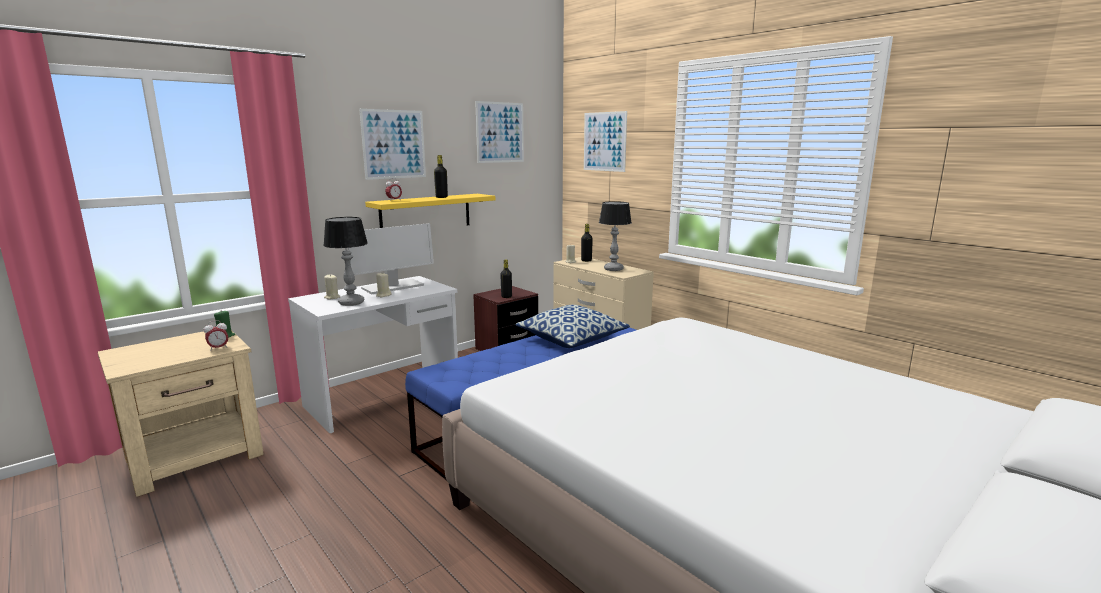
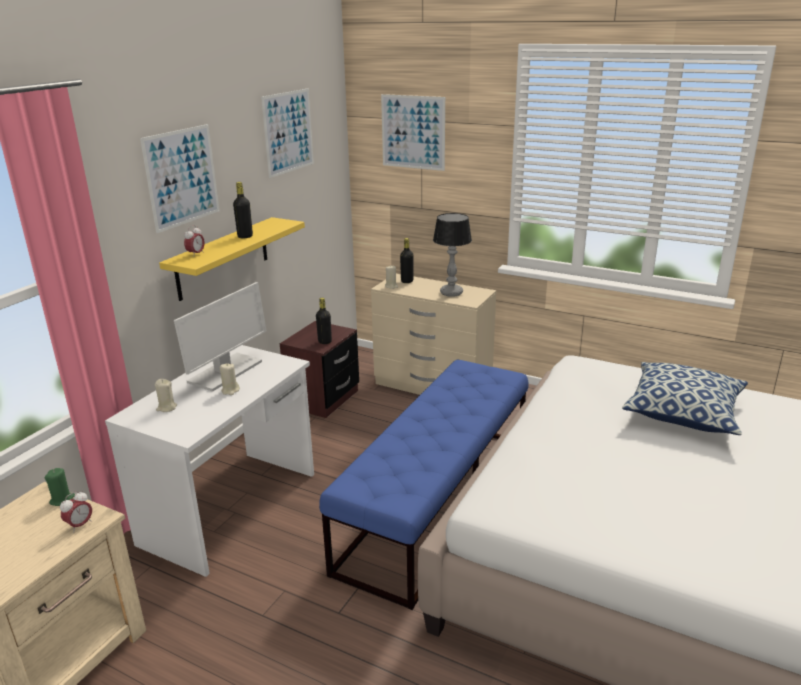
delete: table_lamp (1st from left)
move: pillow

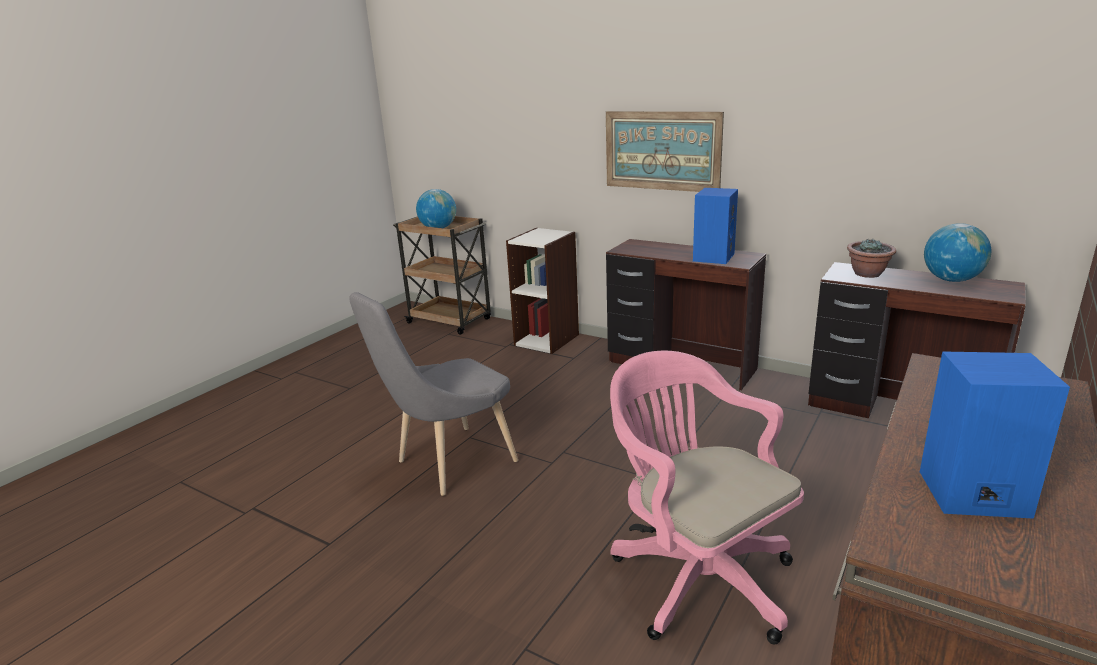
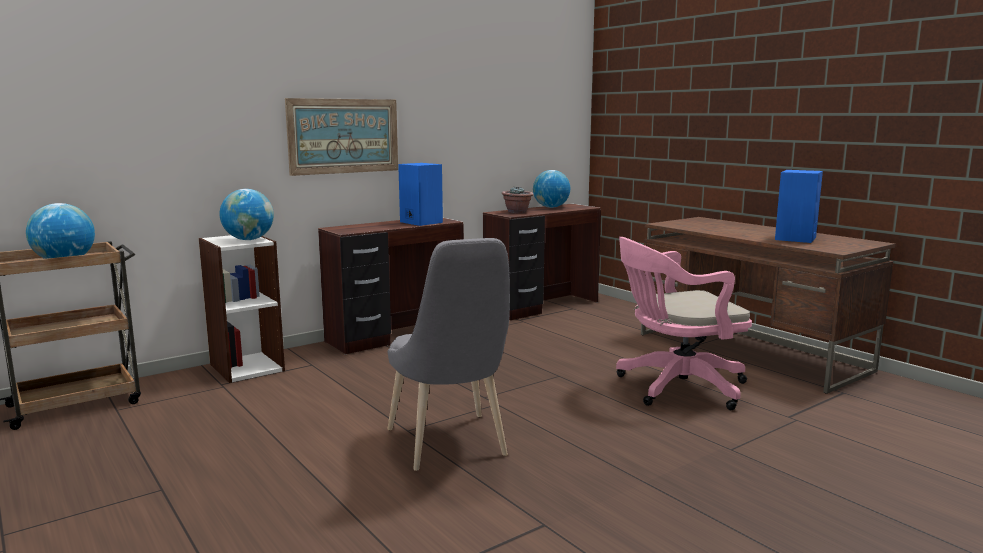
insert: globe (2nd from left)

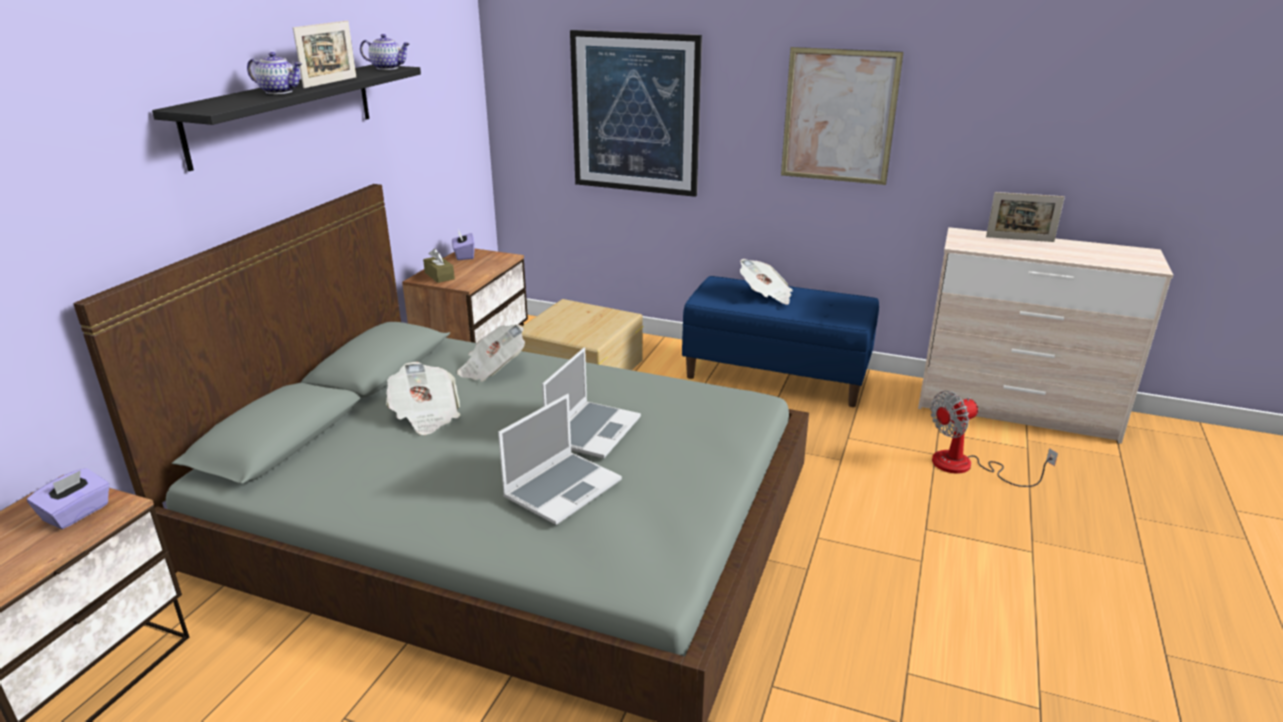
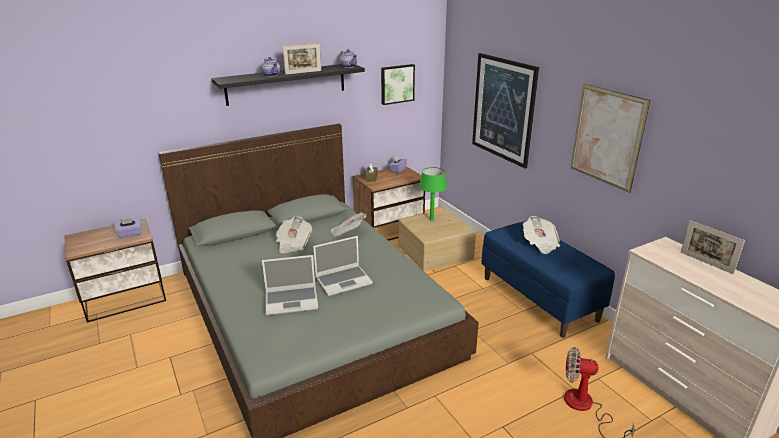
insert: picture (1st from left); green_table_lamp

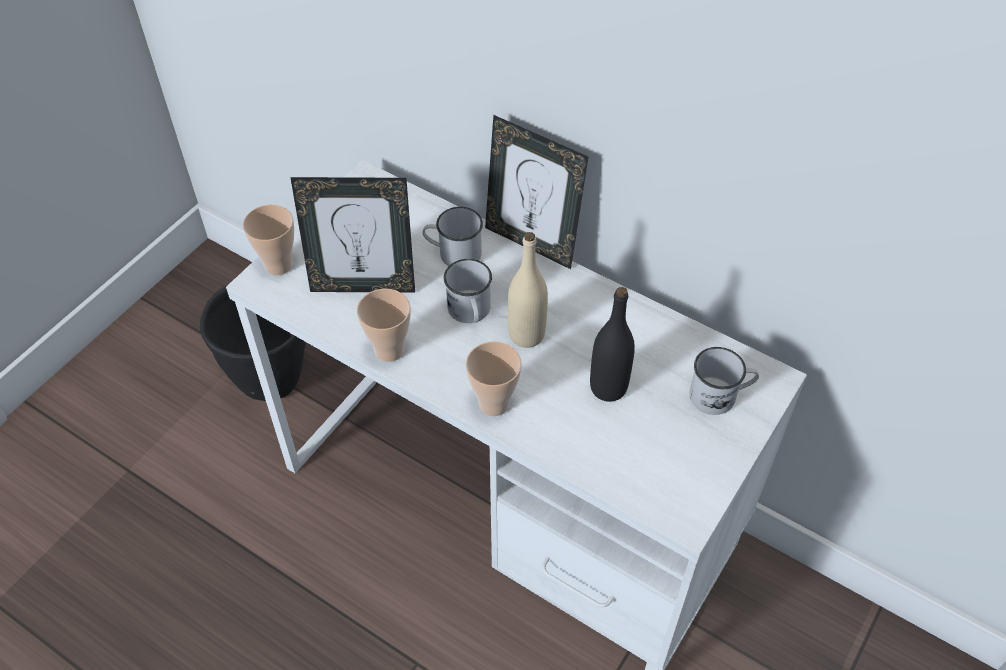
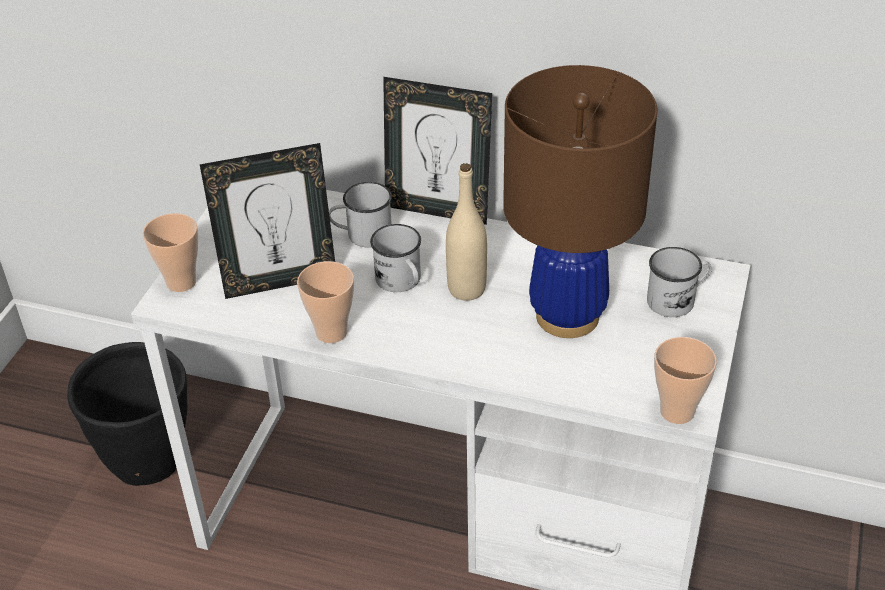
move: cup (3rd from left)
replace: black_bottle to brown_table_lamp

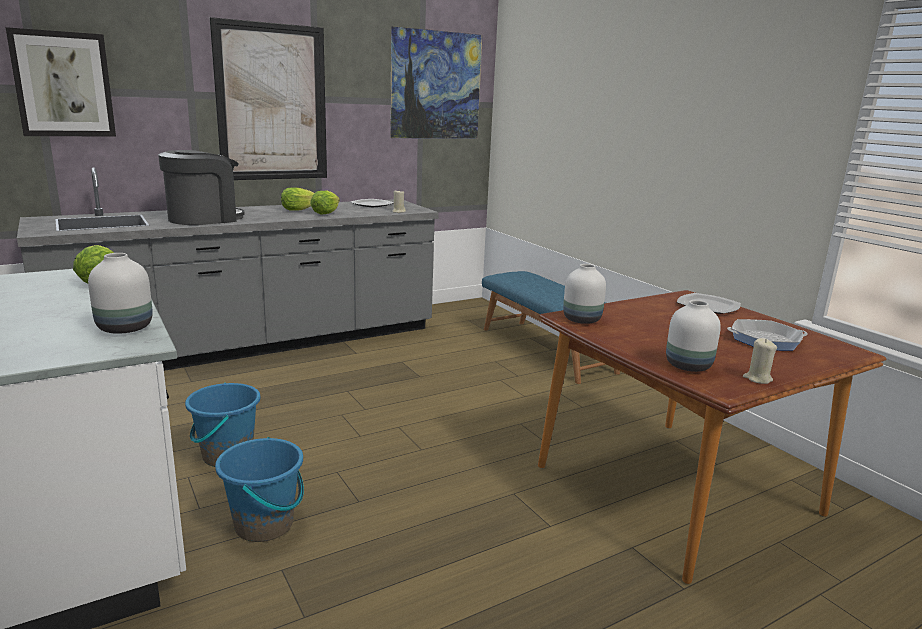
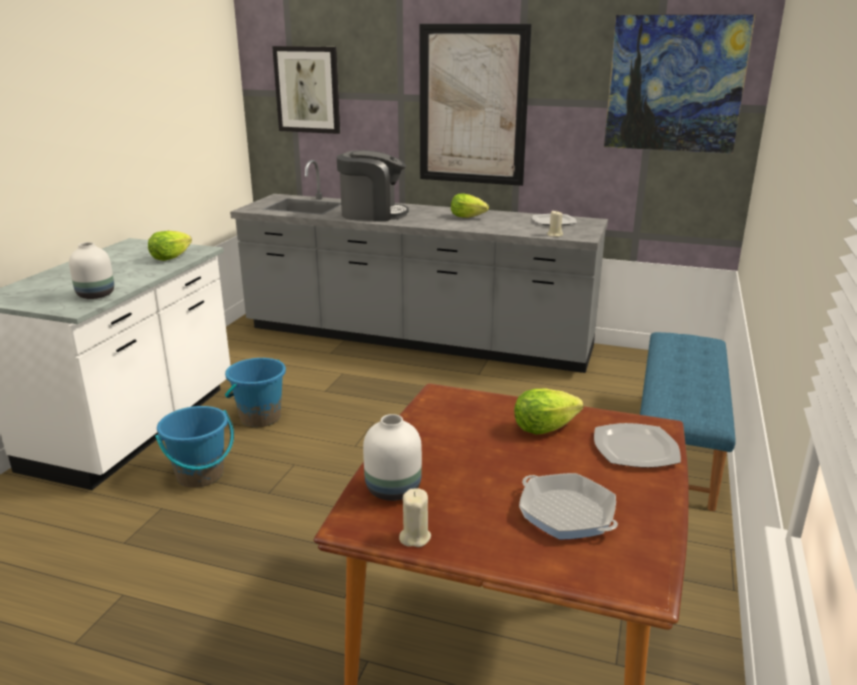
delete: white_vase (2nd from left)
move: lettuce (3rd from left)

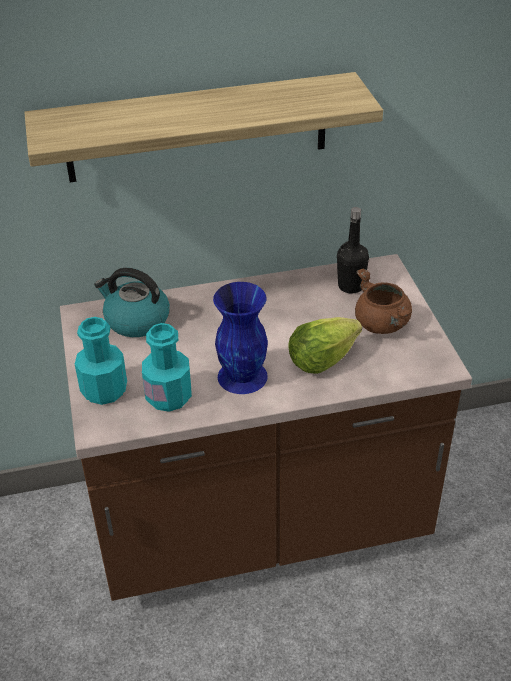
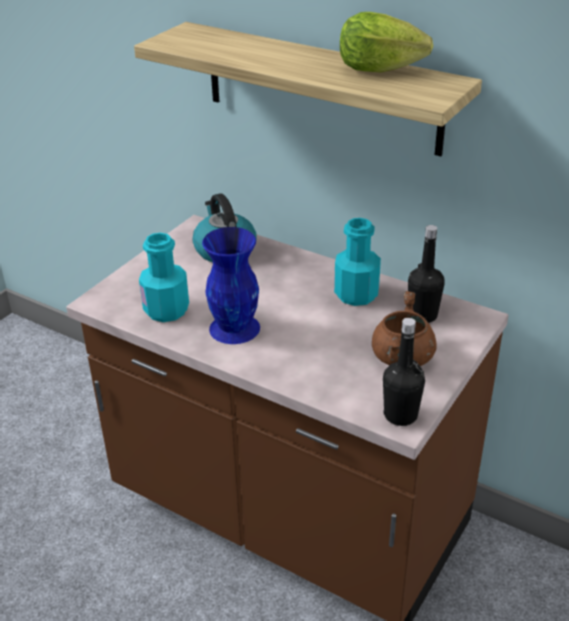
insert: black_bottle (1st from left)
move: turquoise_bottle (1st from left in the first image) to turquoise_bottle (2nd from left); lettuce

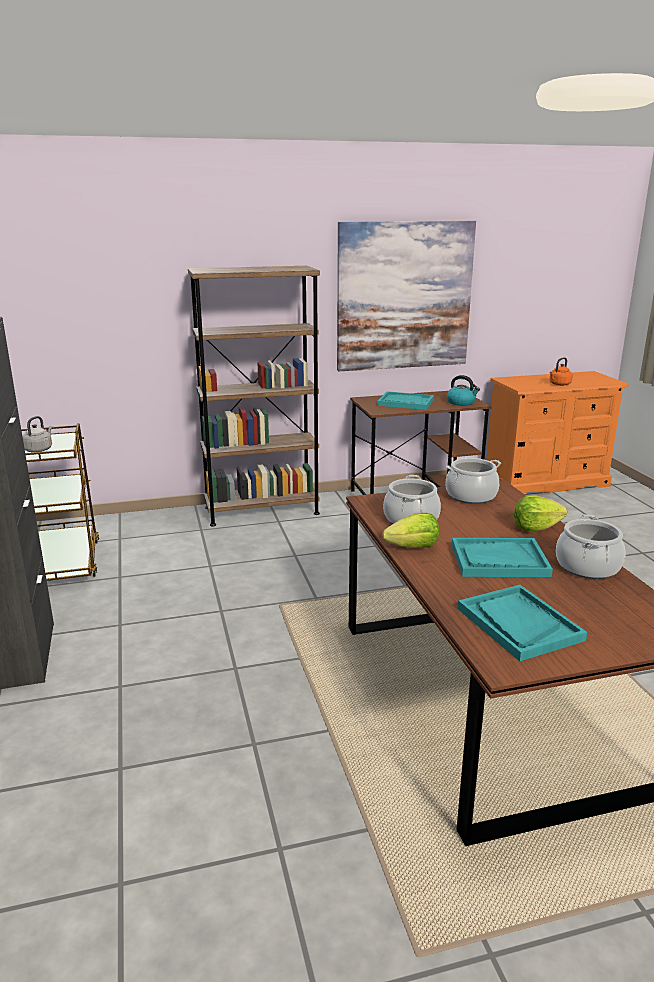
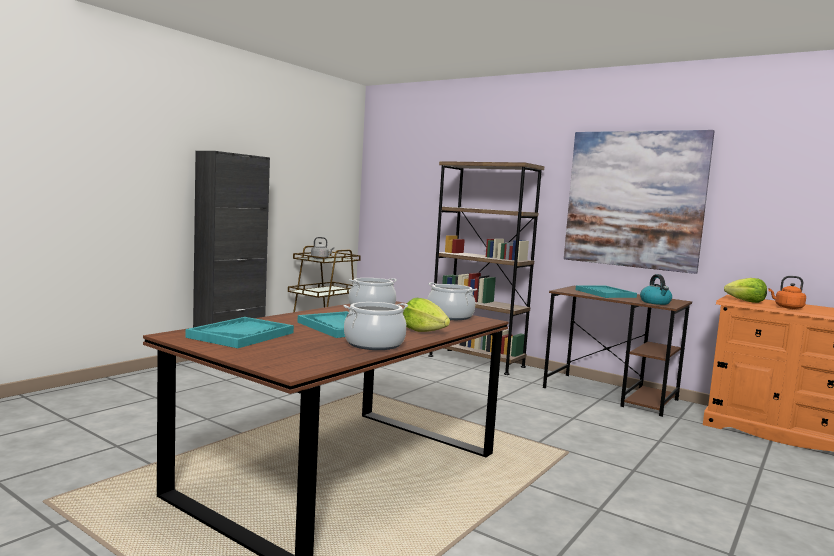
move: lettuce (1st from left in the first image) to lettuce (2nd from left)

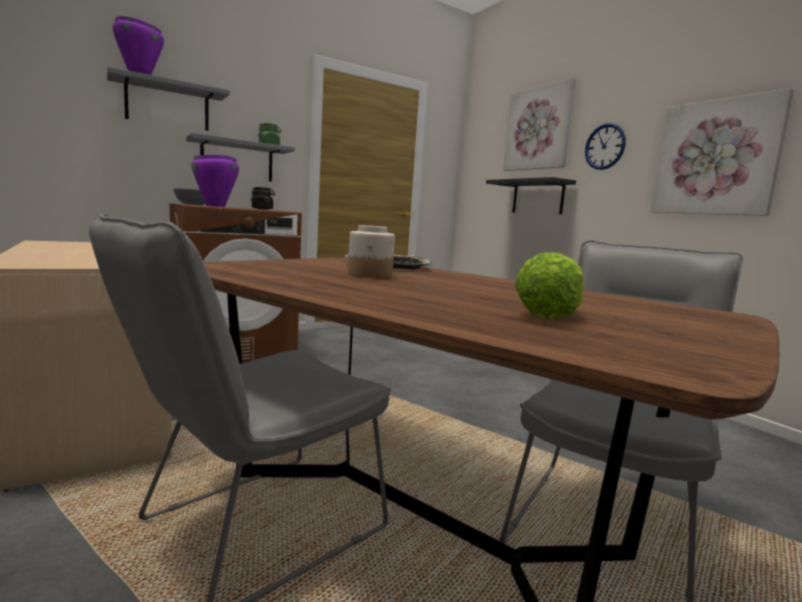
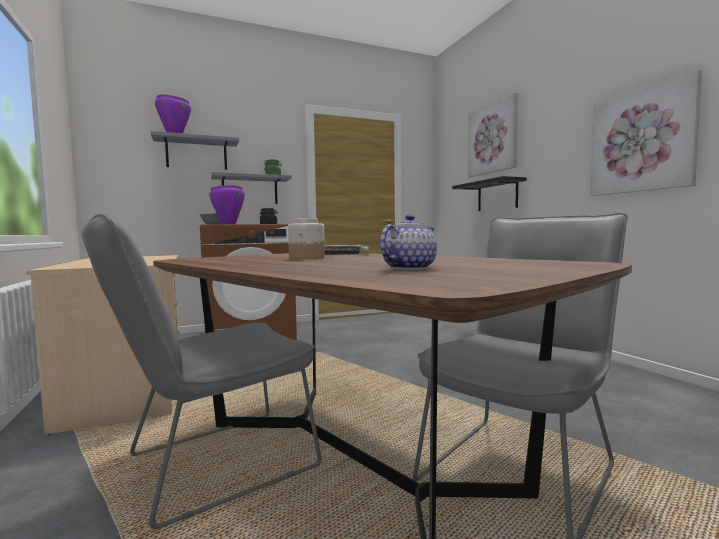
delete: wall_clock
replace: lettuce to teapot

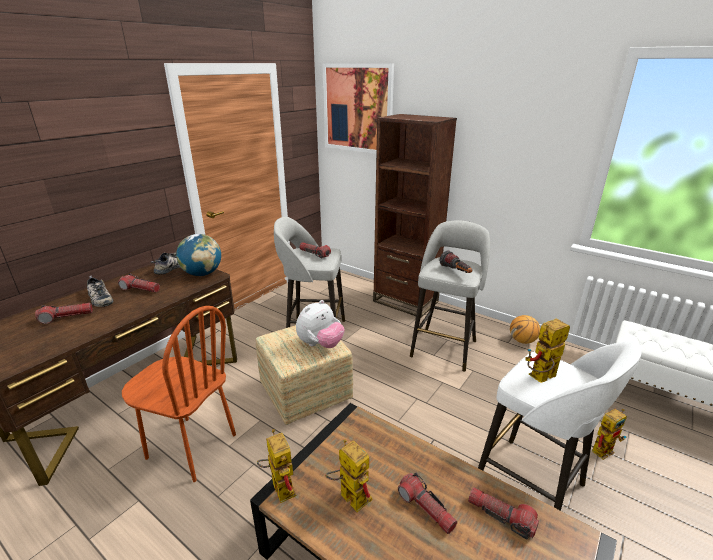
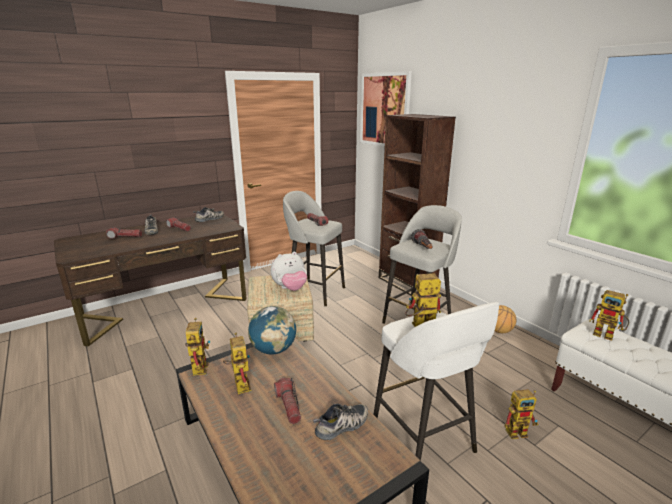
delete: brown_chair
insert: toy_robot (5th from left)
move: globe
replace: flashlight (6th from left) to shoe (3rd from left)

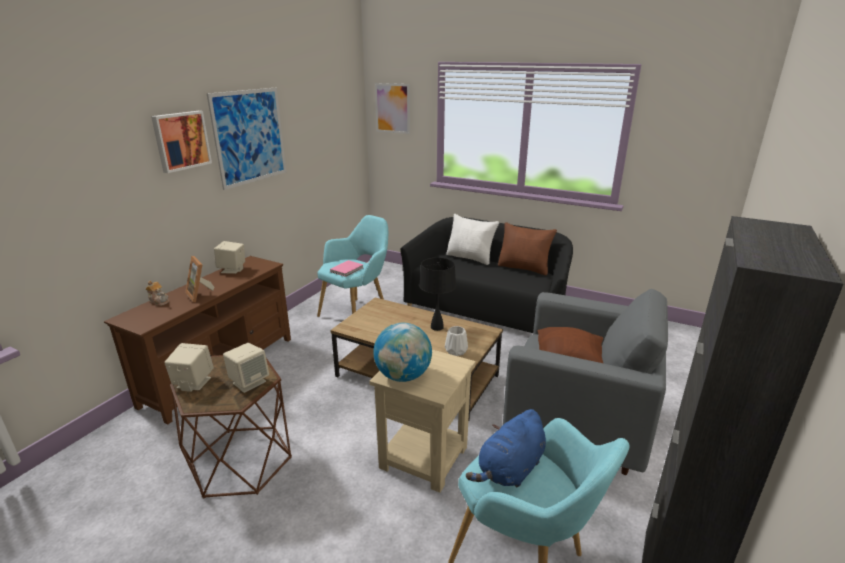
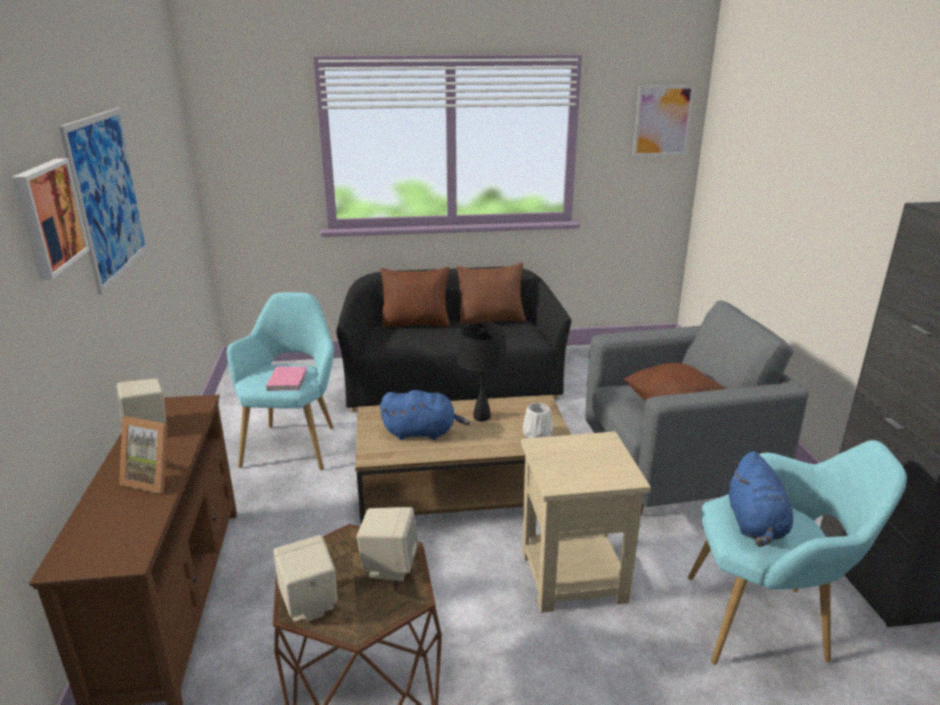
delete: teapot; globe
insert: blue_plush_toy (1st from left)
move: picture (3rd from left)
recolor: white_pillow to brown_pillow (1st from left)

